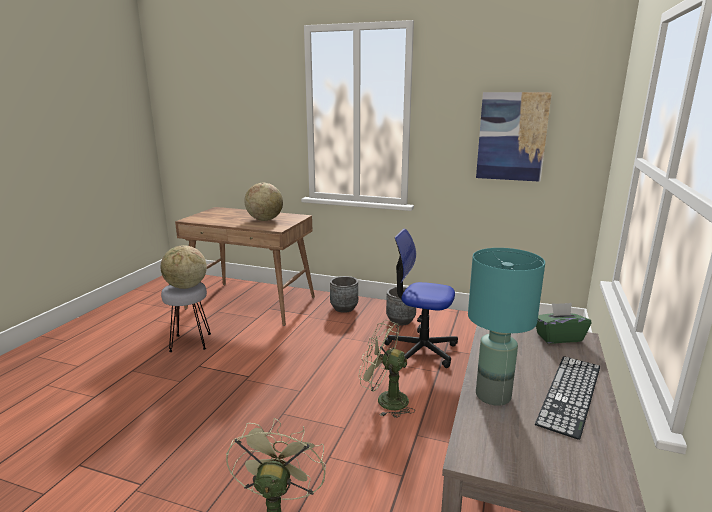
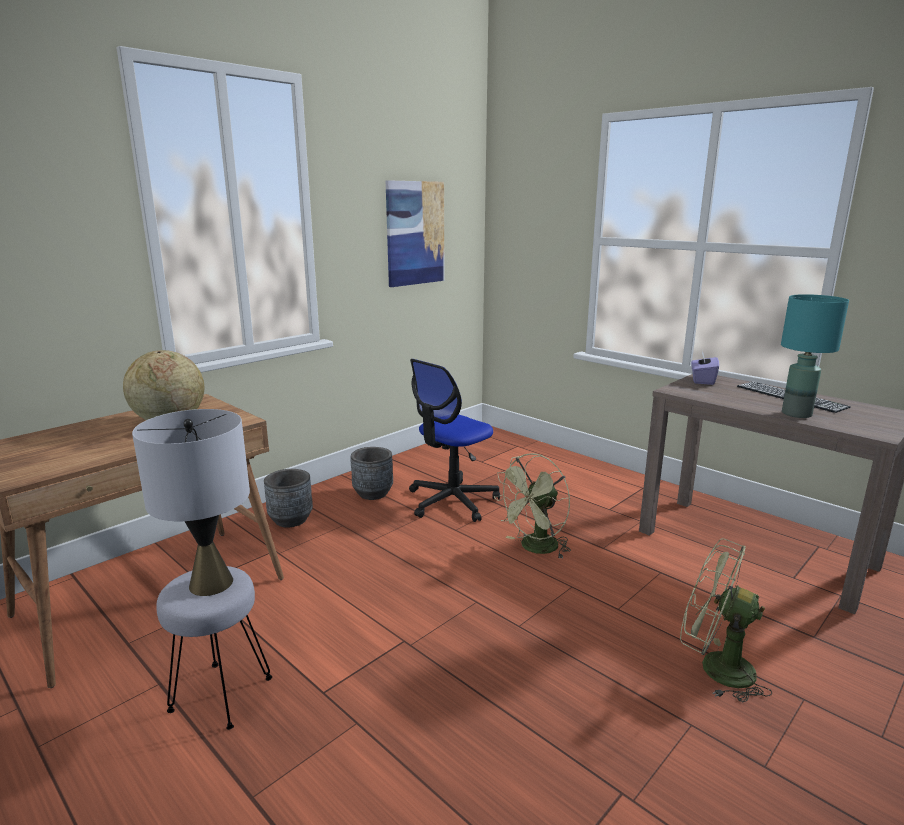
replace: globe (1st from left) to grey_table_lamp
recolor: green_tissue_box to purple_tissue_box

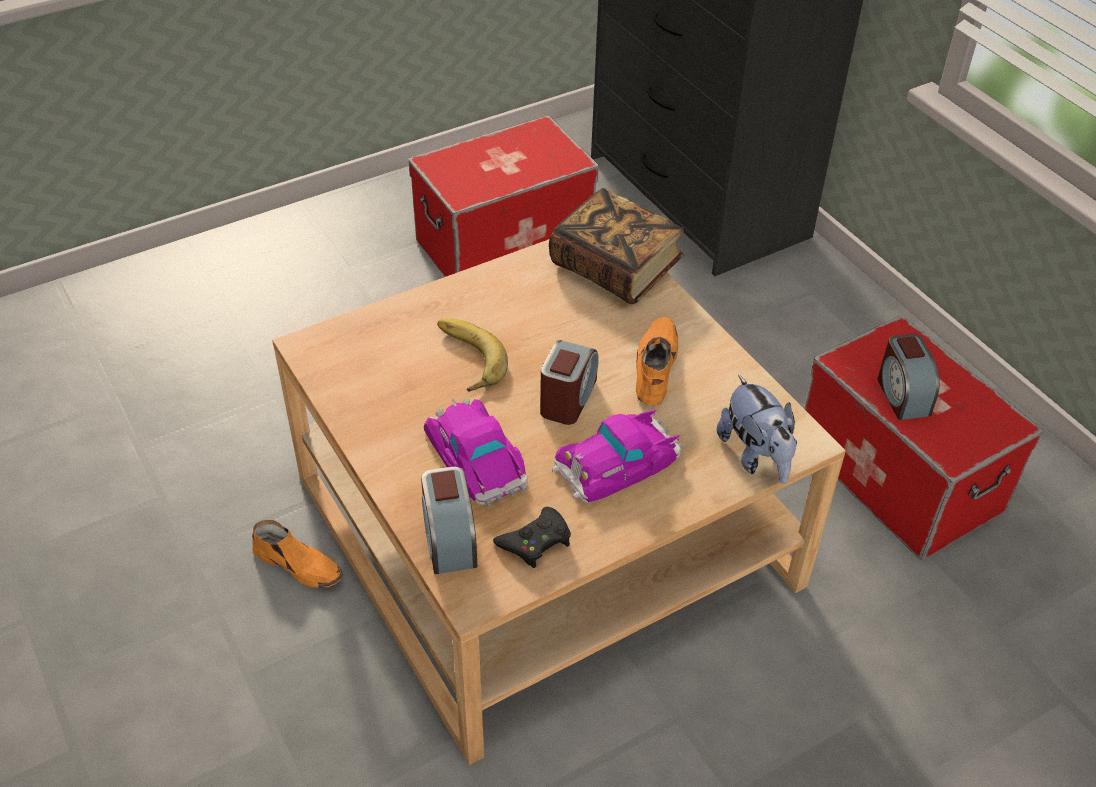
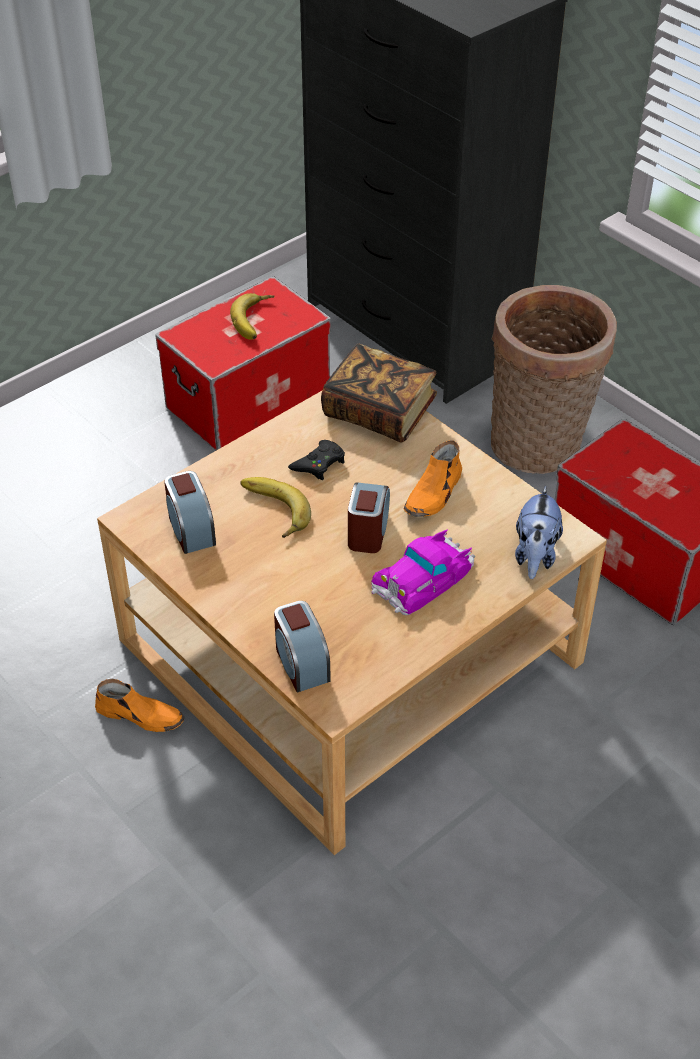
delete: toy_car (1st from left)
insert: banana (1st from left); basket
move: black_game_controller; alarm_clock (3rd from left in the first image) to alarm_clock (1st from left)
rotate: orange_shoe (2nd from left) 150 degrees counterclockwise; plush_toy 45 degrees clockwise

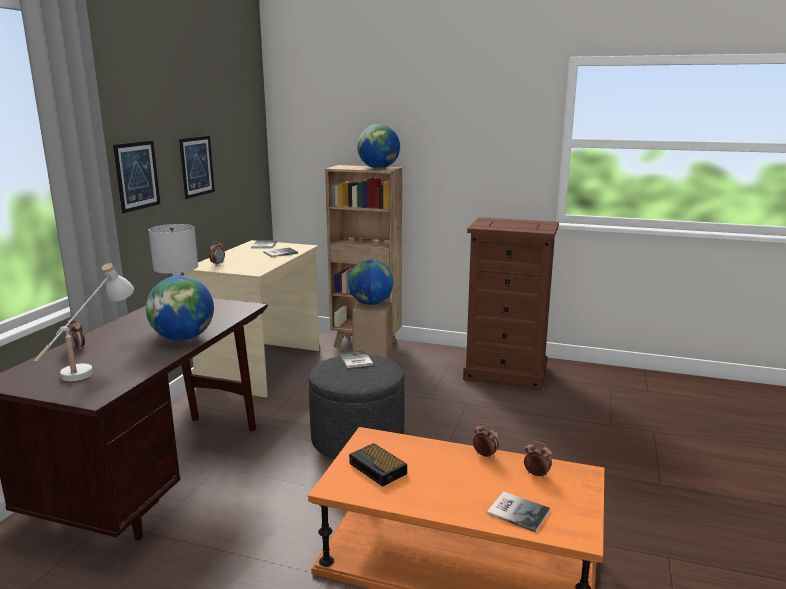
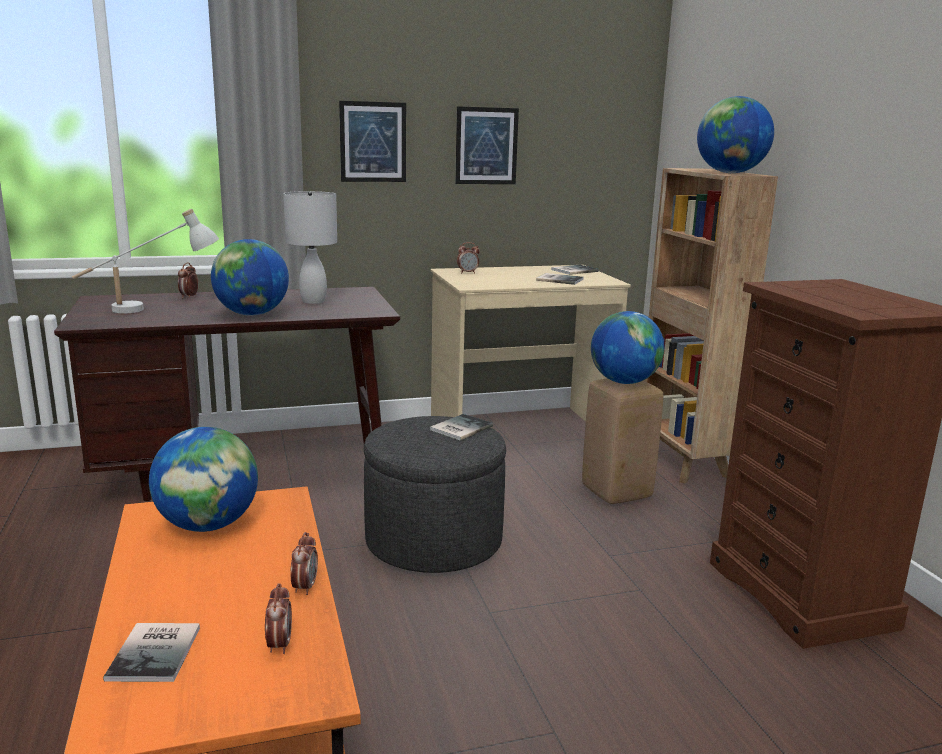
replace: alarm_clock (3rd from left) to globe (1st from left)

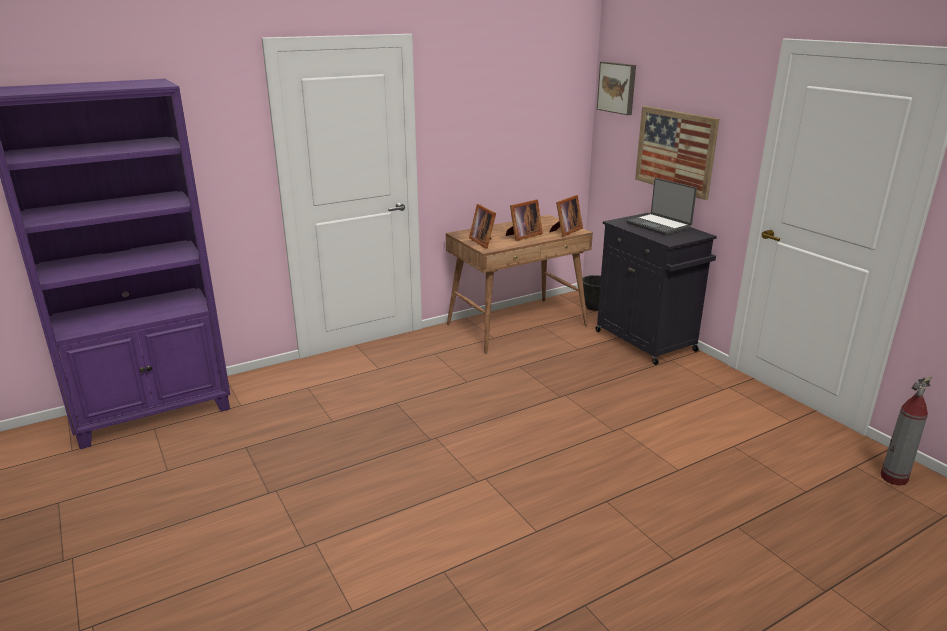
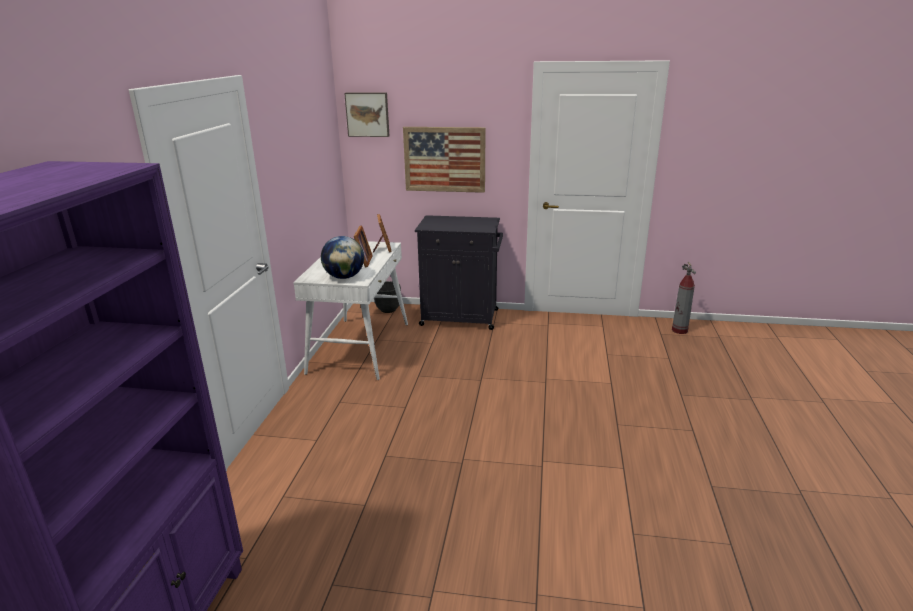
delete: laptop
replace: picture_frame (1st from left) to globe
recolor: brown_desk to white_desk

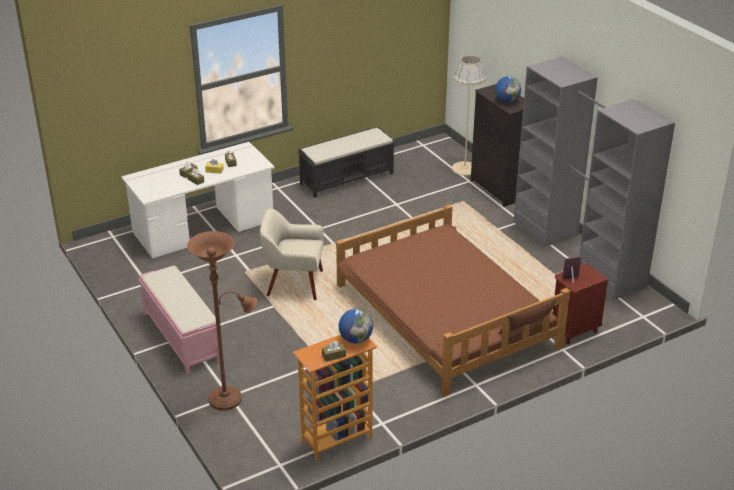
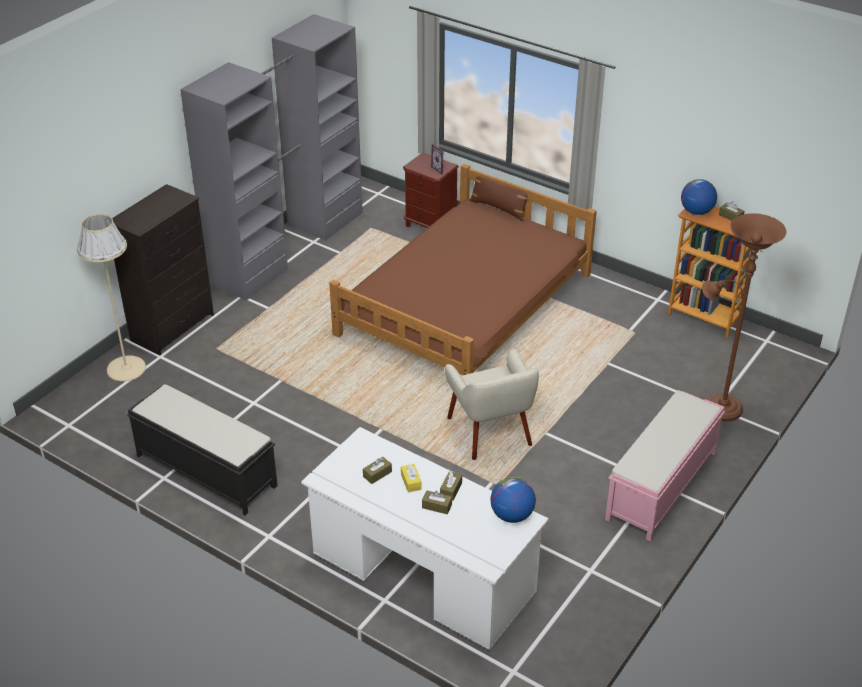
move: globe (2nd from left in the first image) to globe (1st from left)

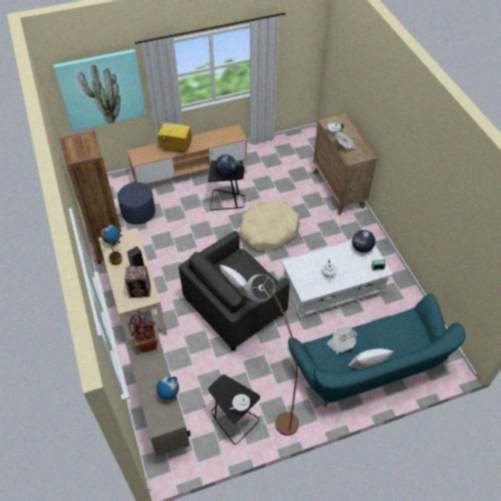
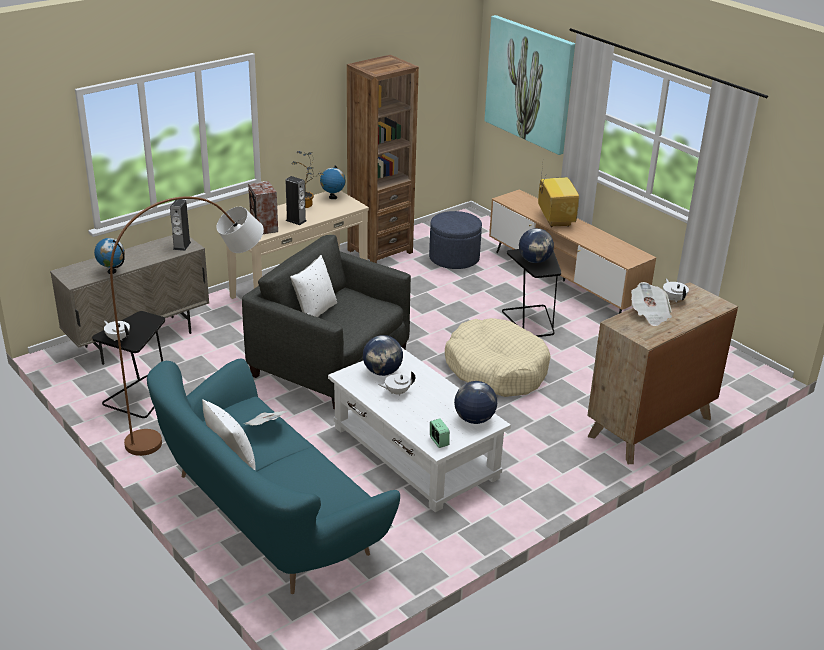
insert: globe (3rd from left)
replace: potted_plant (2nd from left) to speaker (1st from left)

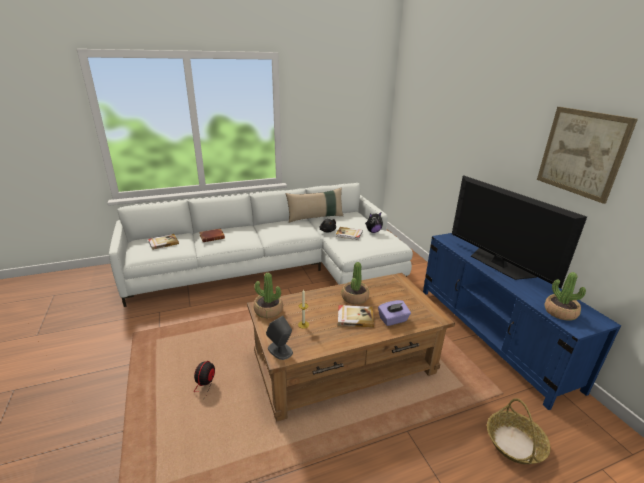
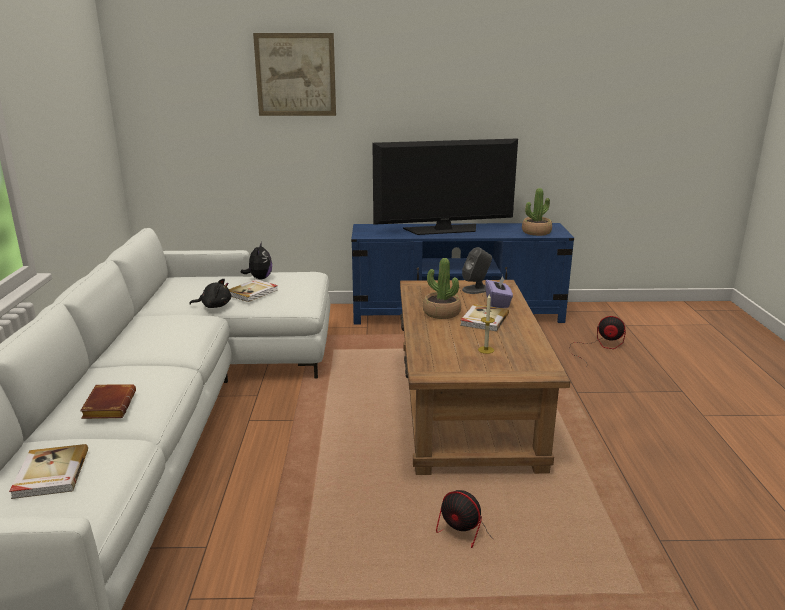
delete: potted_plant (1st from left); beige_pillow
move: grey_speaker; picture
replace: basket to fan (2nd from left)

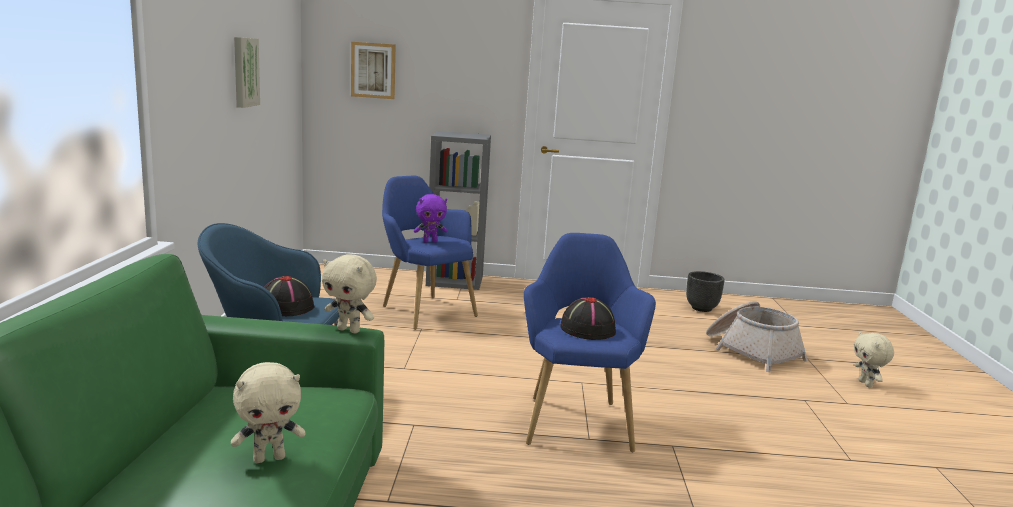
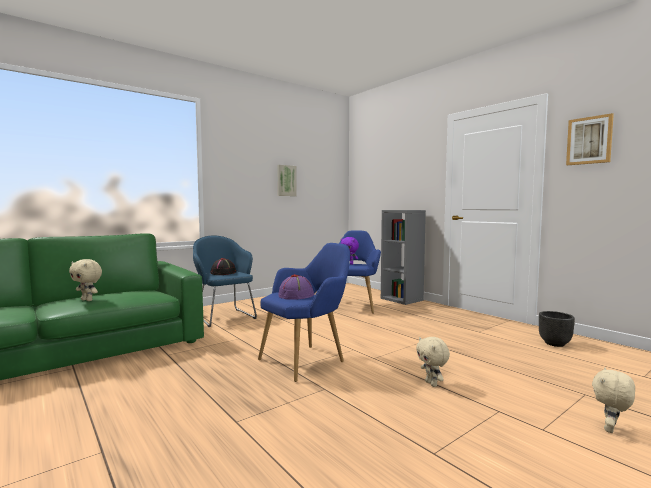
delete: basket
move: beige_plush_toy (2nd from left); picture (2nd from left)
recolor: black_hat (2nd from left) to purple_hat

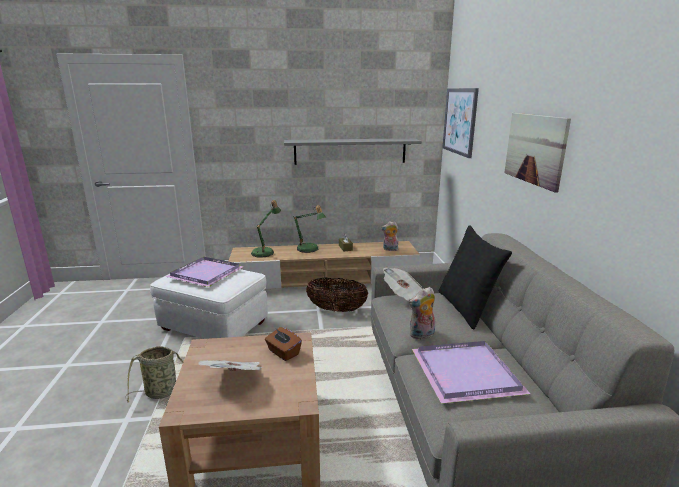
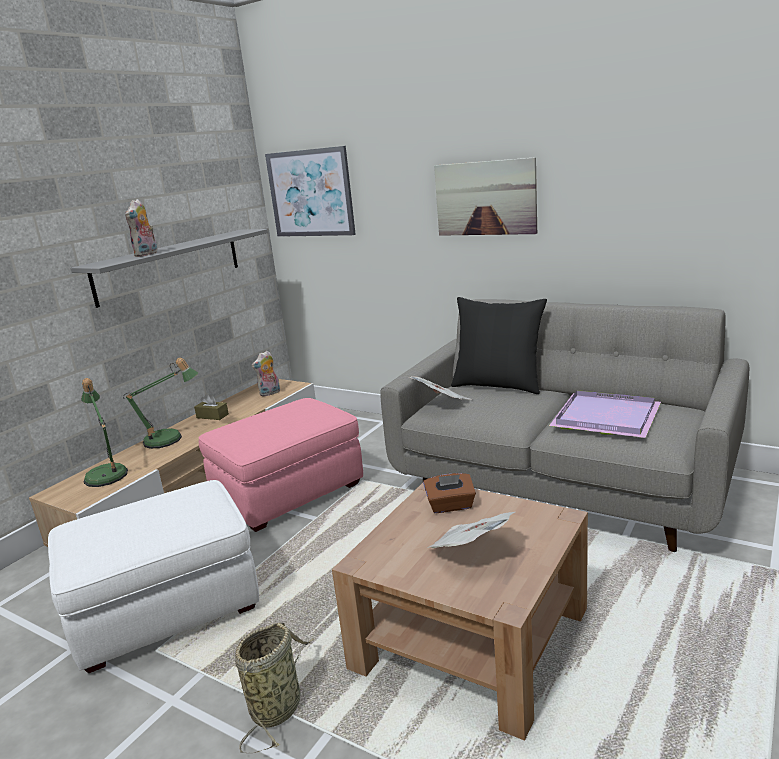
delete: purple_tray (1st from left)
move: plush_toy (2nd from left in the first image) to plush_toy (1st from left)
replace: basket (2nd from left) to pink_ottoman

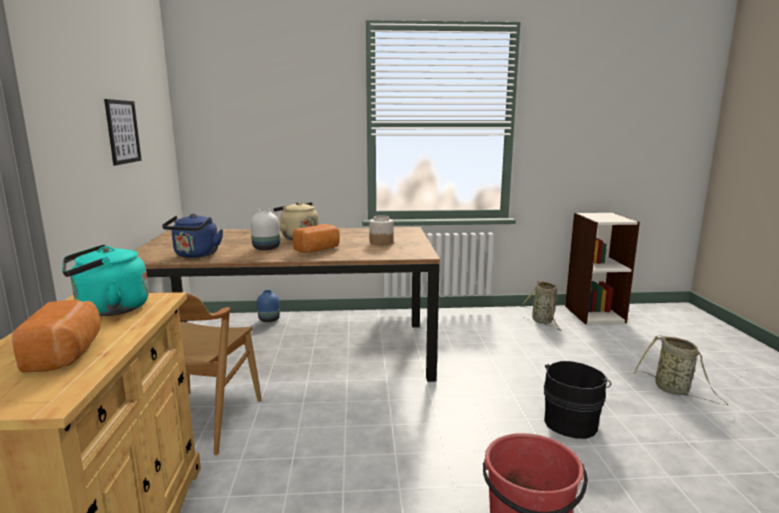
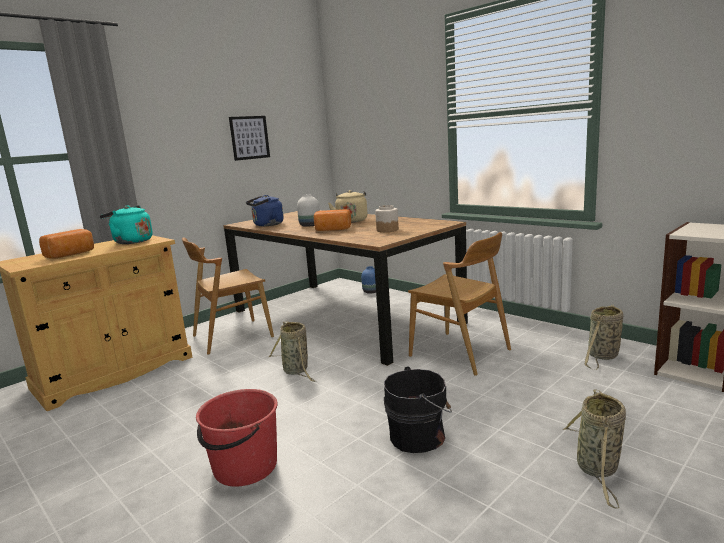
insert: basket (1st from left); brown_chair (2nd from left)

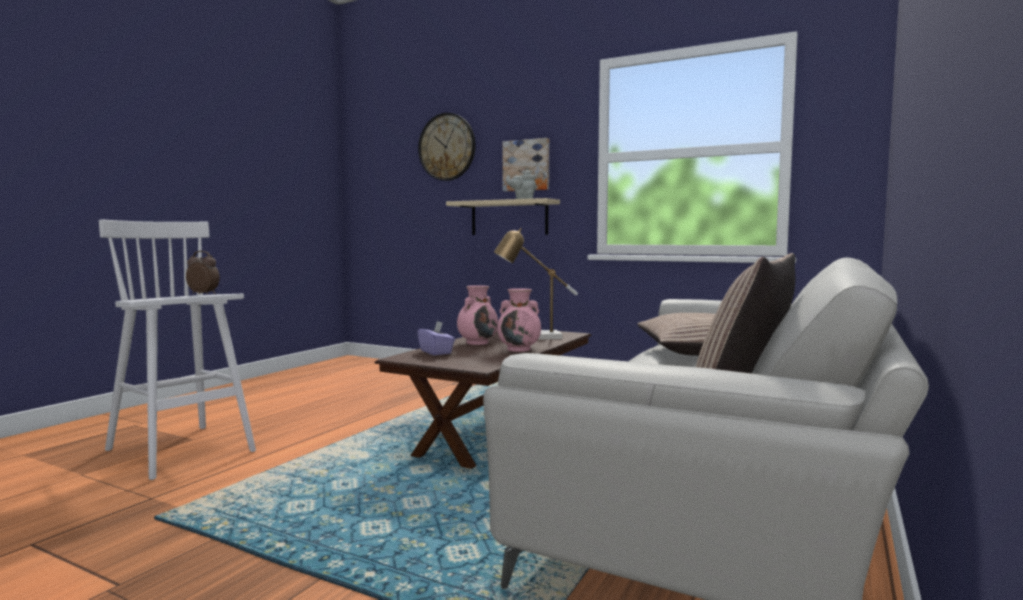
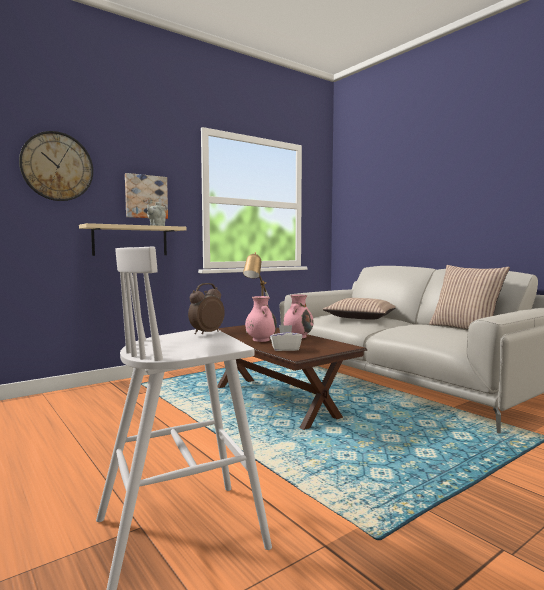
recolor: purple_tissue_box to white_tissue_box

